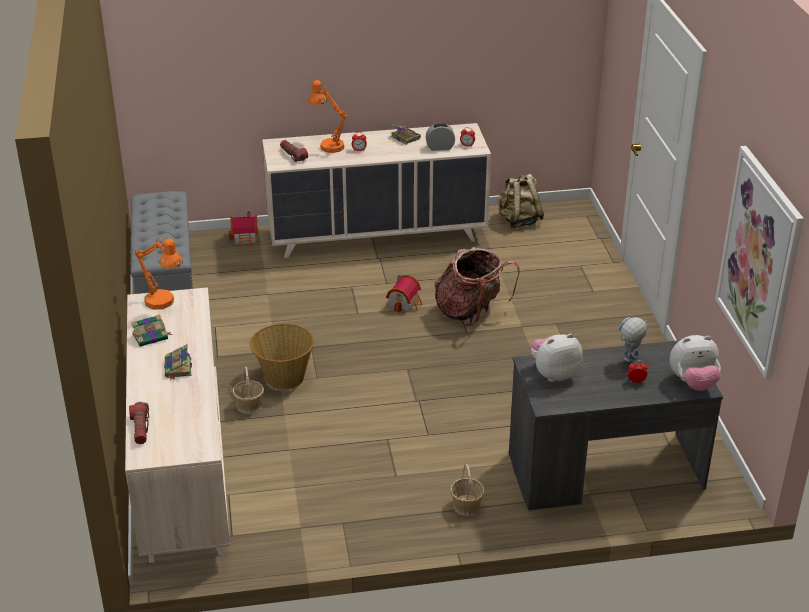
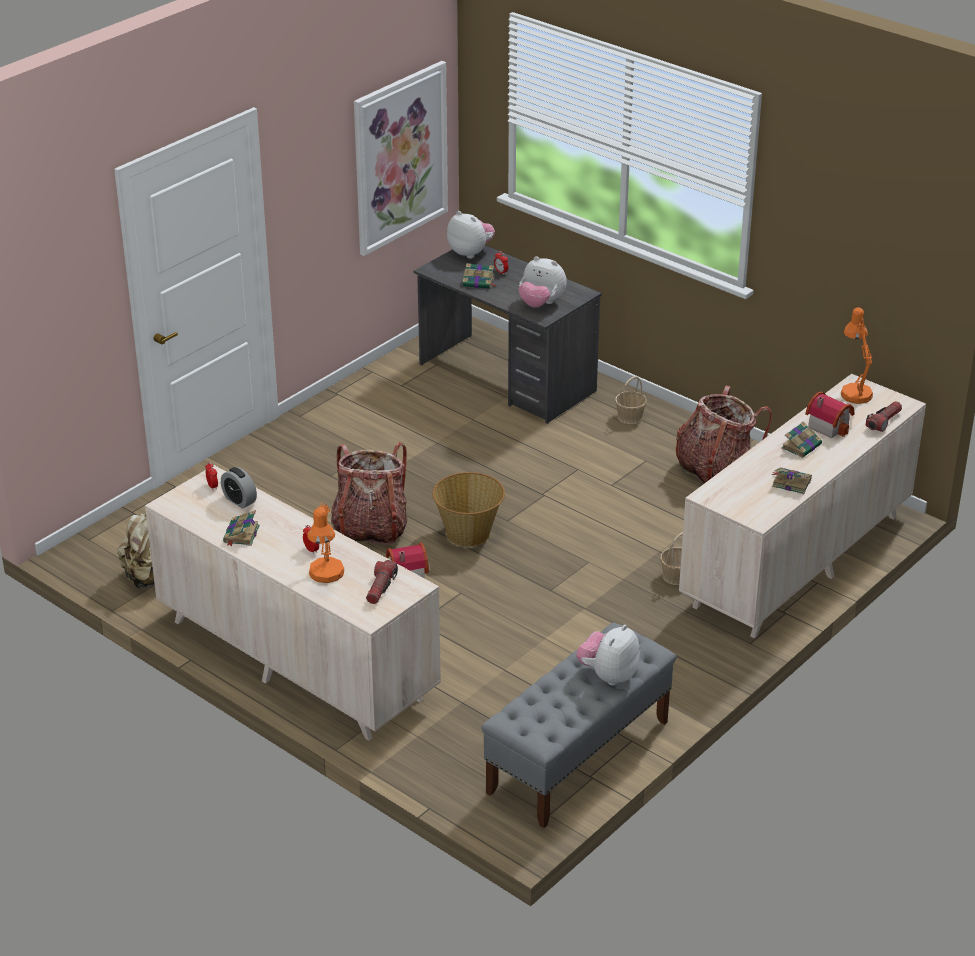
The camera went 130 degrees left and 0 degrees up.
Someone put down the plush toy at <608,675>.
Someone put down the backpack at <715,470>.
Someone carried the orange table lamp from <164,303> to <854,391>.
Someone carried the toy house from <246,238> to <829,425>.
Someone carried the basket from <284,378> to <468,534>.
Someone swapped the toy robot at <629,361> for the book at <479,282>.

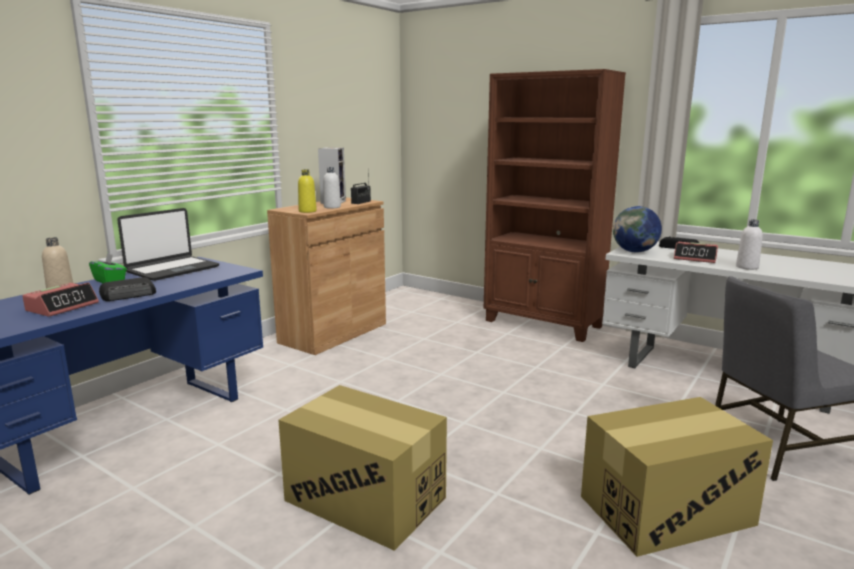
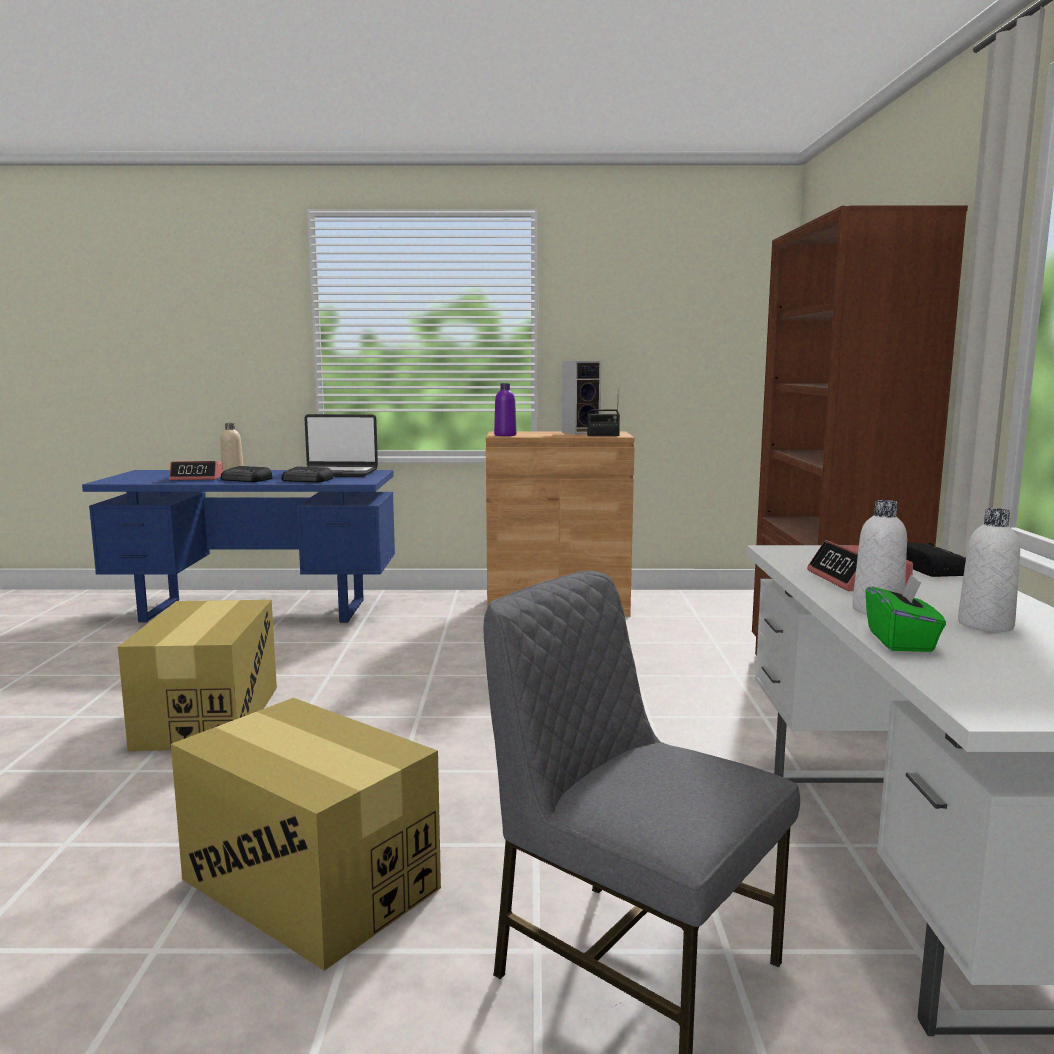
The camera went 55 degrees right and 5 degrees down.
Someone took away the globe at <634,251>.
Someone put down the radio at <308,480>.
Someone carried the green tissue box from <110,281> to <901,641>.
Someone carried the white bottle from <332,207> to <985,625>.
Someone repainted the yellow bottle at <307,211>, which became the purple bottle at <505,435>.

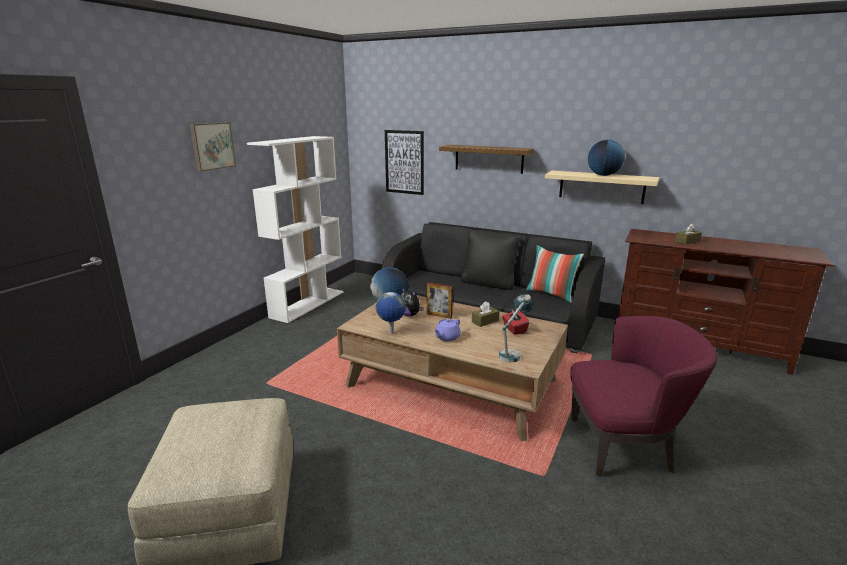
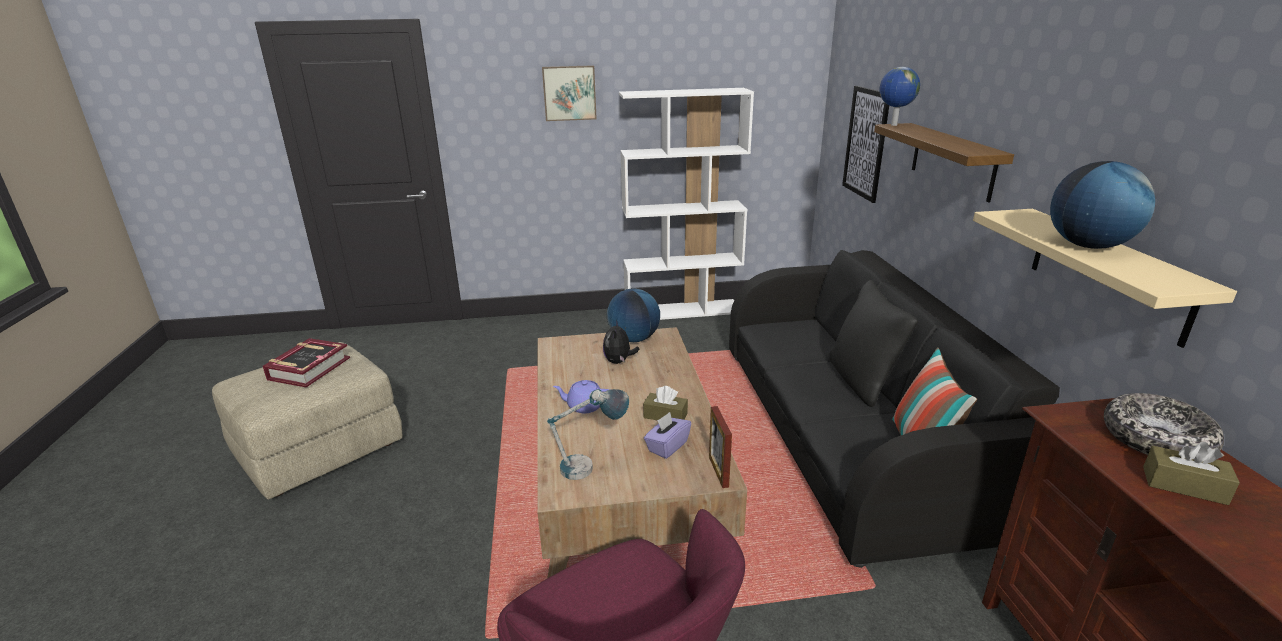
The camera went 55 degrees right and 5 degrees up.
Someone put down the book at <309,368>.
Someone put down the bowl at <1155,439>.
Someone carried the globe from <391,333> to <893,125>.
Someone carried the picture frame from <439,315> to <718,471>.
Someone repainted the red tissue box at <514,329>, which became the purple tissue box at <667,446>.

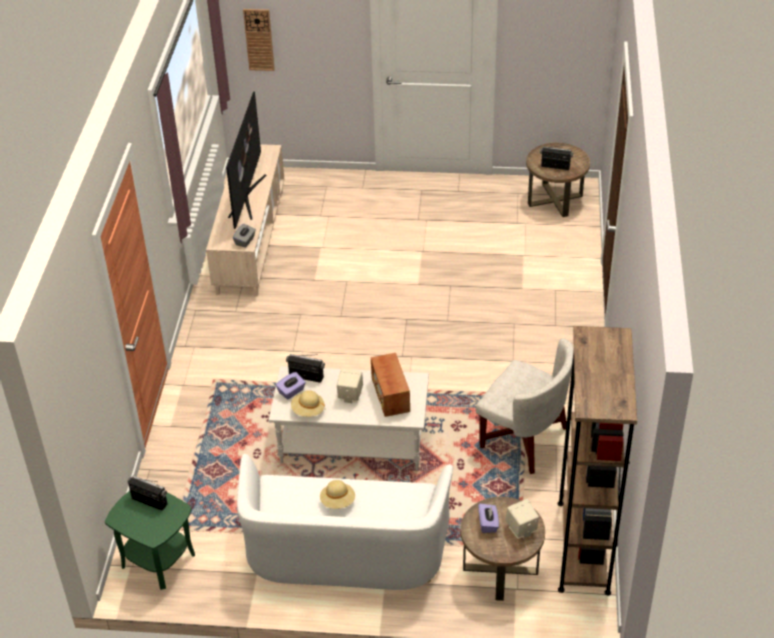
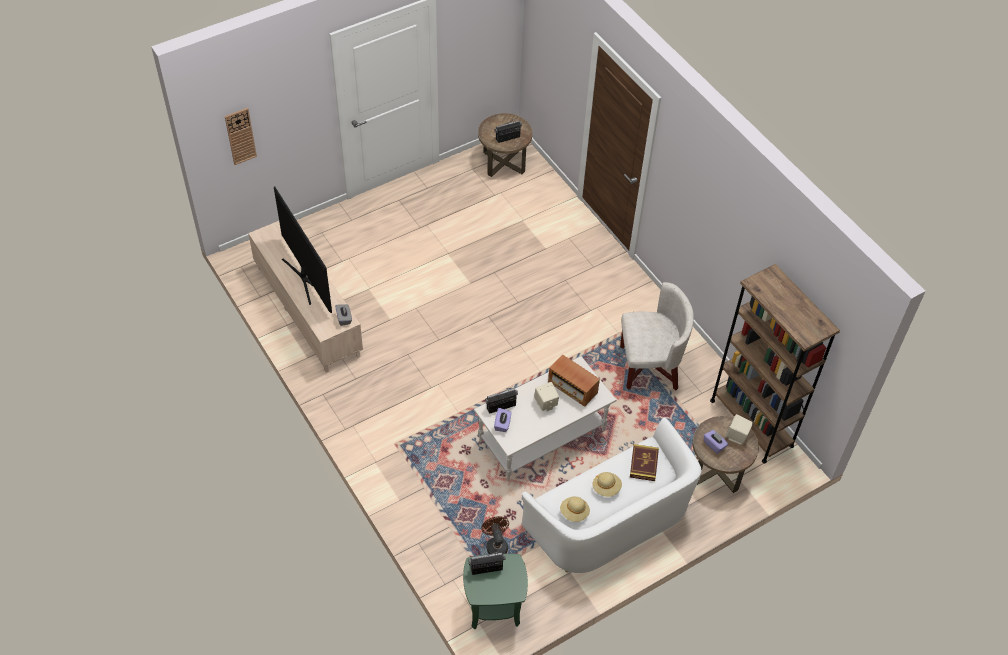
The camera went 40 degrees left and 10 degrees up.
Someone put down the brown fan at <496,545>.
Someone put down the book at <644,464>.
Someone carried the beige hat from <308,410> to <574,513>.

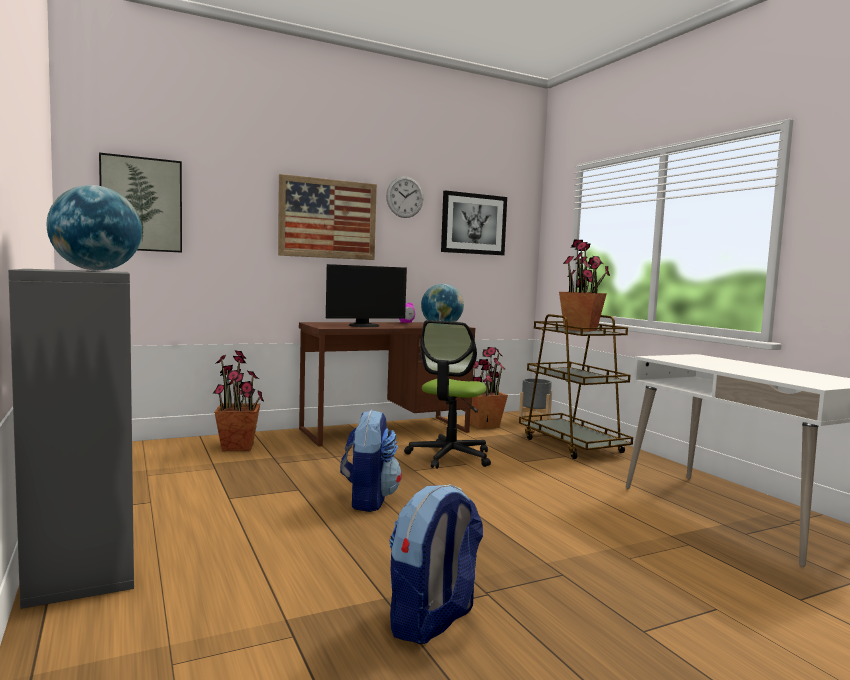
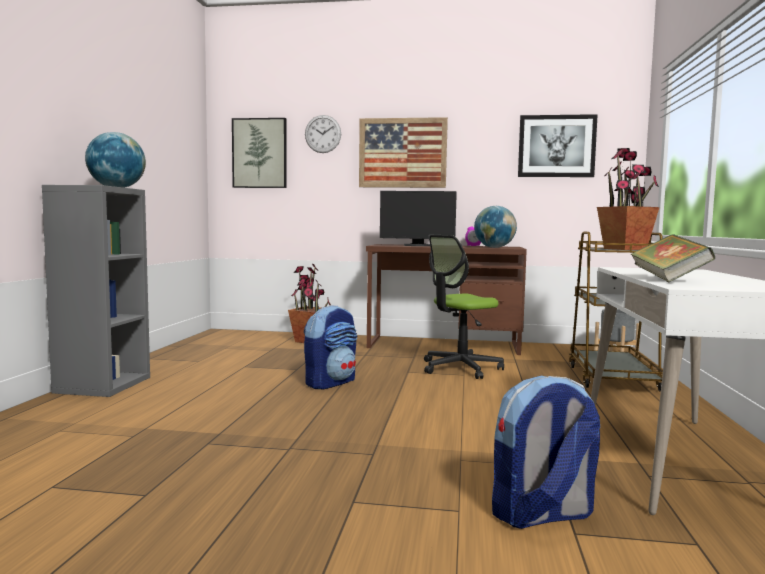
The camera went 35 degrees right and 0 degrees up.
Someone took away the potted plant at <483,425>.
Someone put down the book at <668,279>.
Someone carried the wall clock from <405,197> to <323,134>.
Someone carried the backpack from <433,621> to <542,515>.

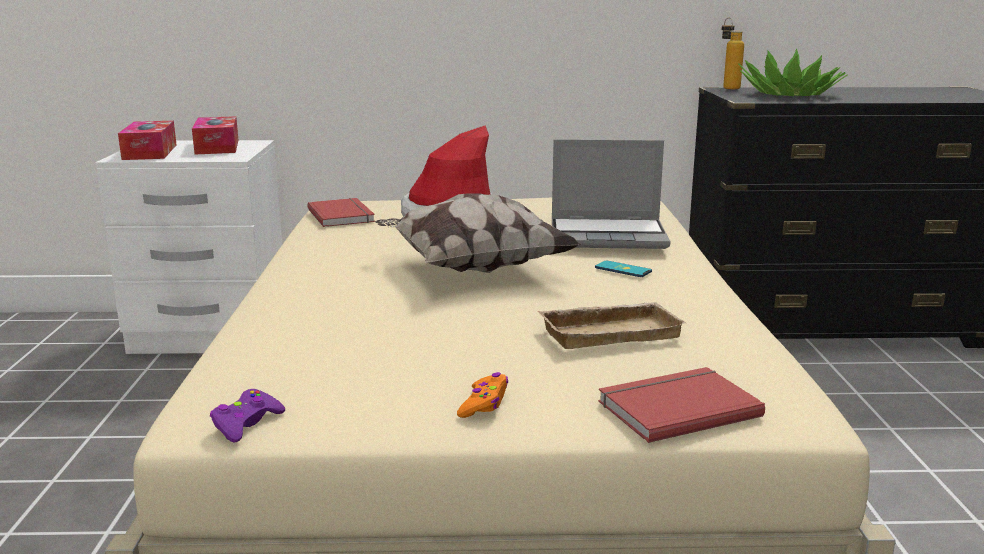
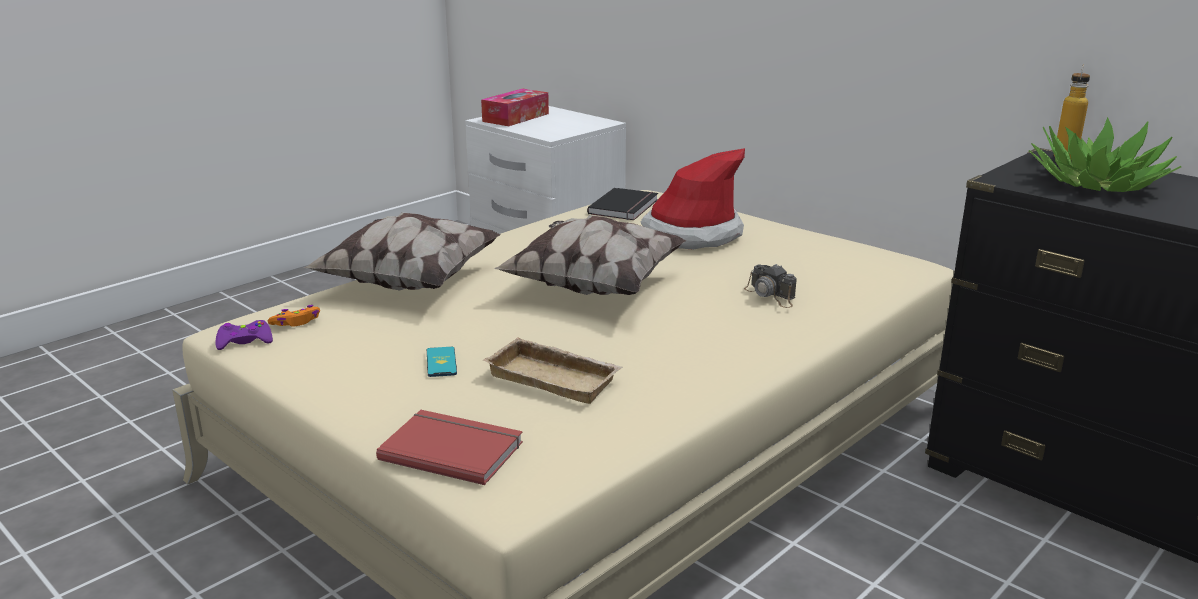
The camera went 45 degrees right and 5 degrees up.
Someone took away the tissue box at <217,147>.
Someone put down the pillow at <409,282>.
Someone carried the orange game controller from <484,404> to <296,322>.
Someone carried the phone from <623,269> to <441,362>.
Someone swapped the laptop at <609,236> for the photo camera at <771,295>.
Someone repainted the red book at <343,215>, which became the black book at <625,207>.

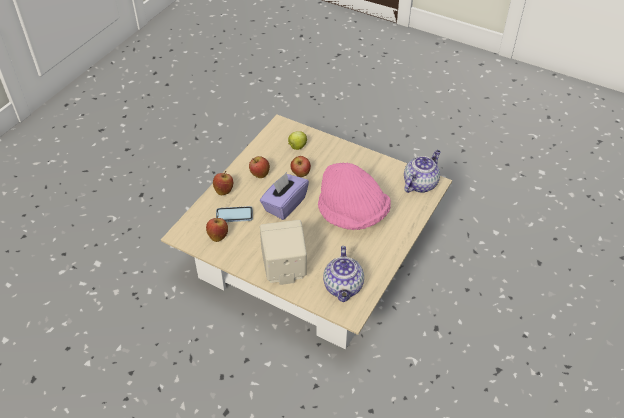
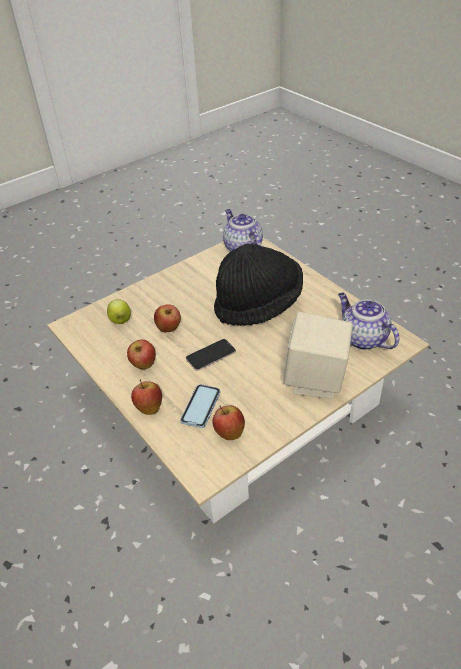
The camera went 65 degrees left and 5 degrees down.
Someone swapped the purple tissue box at <284,205> for the phone at <211,355>.
Someone repainted the pink hat at <352,214>, which became the black hat at <258,304>.
Someone rotated the teapot at <343,287> by 150 degrees counterclockwise.

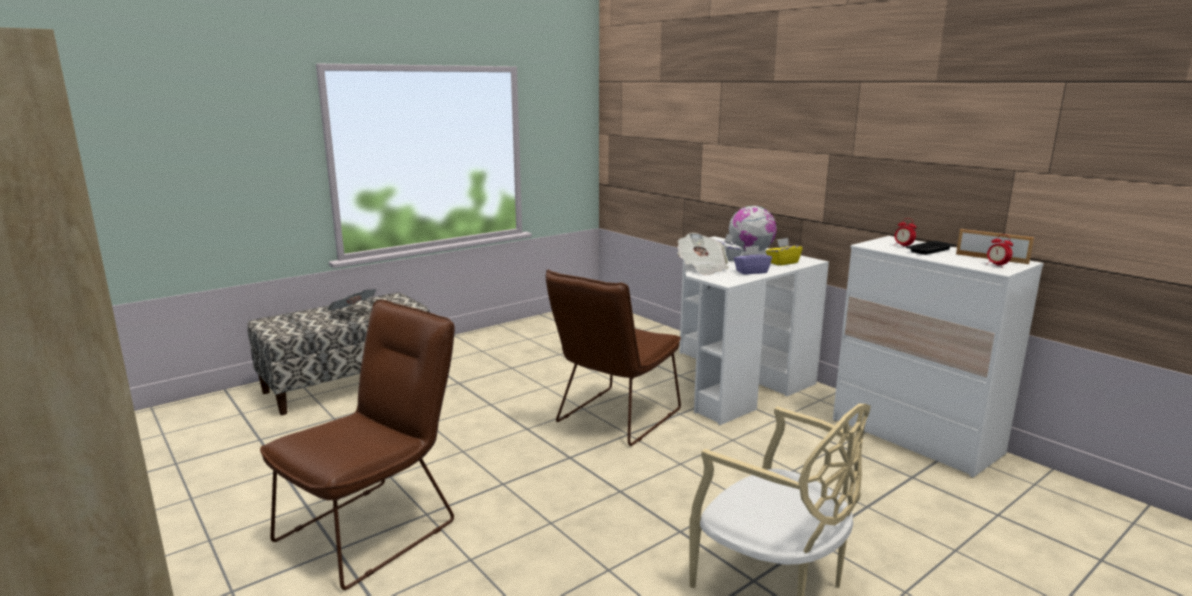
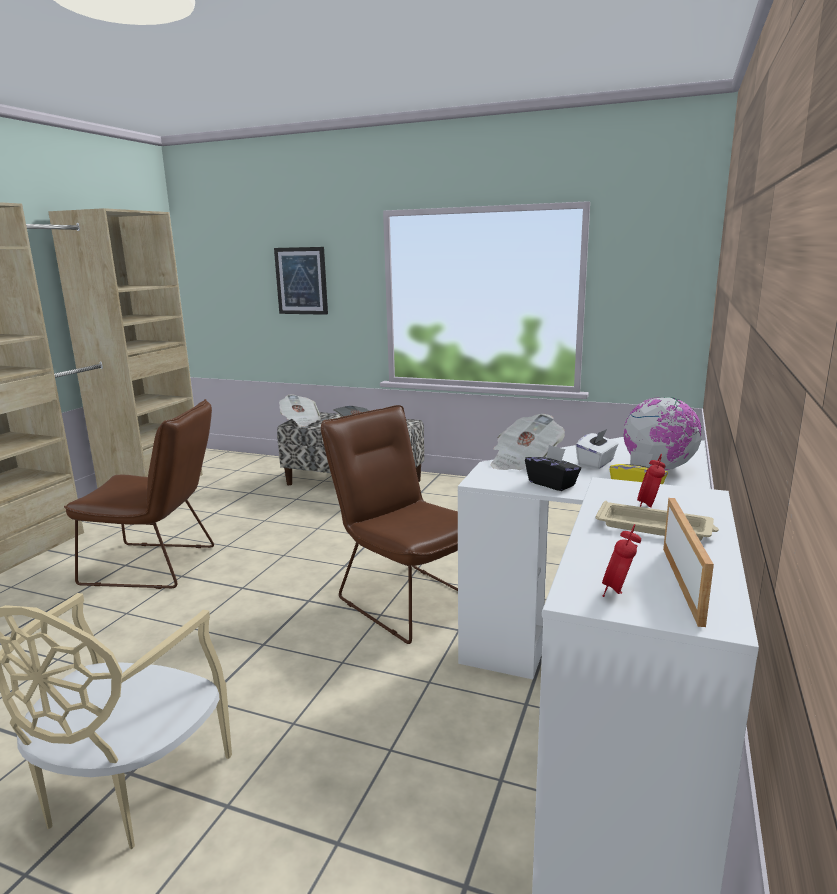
The camera went 60 degrees right and 0 degrees up.
Someone put up the picture at <301,281>.
Someone put down the newspaper at <300,421>.
Someone repainted the purple tissue box at <751,272>, which became the black tissue box at <552,484>.
Someone repainted the black tray at <930,250>, which became the beige tray at <655,528>.
Someone rotated the brown chair at <614,419> by 45 degrees clockwise.

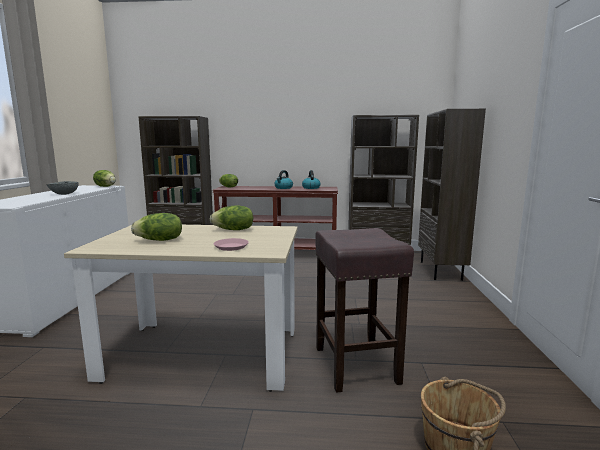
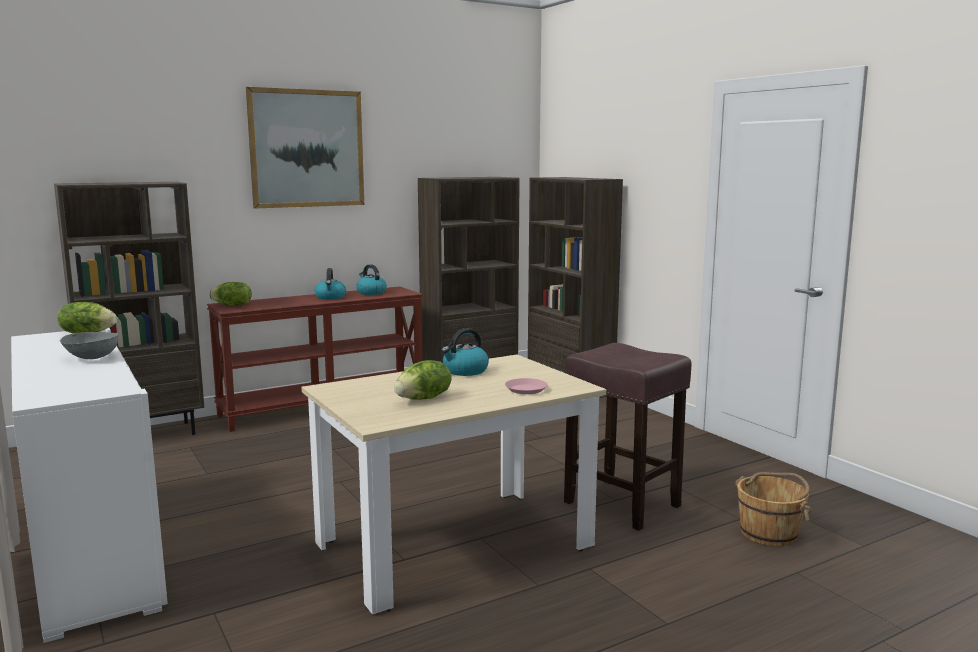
The camera went 35 degrees left and 0 degrees up.
Someone put up the picture at <307,148>.
Someone swapped the lettuce at <233,230> for the kettle at <465,371>.

